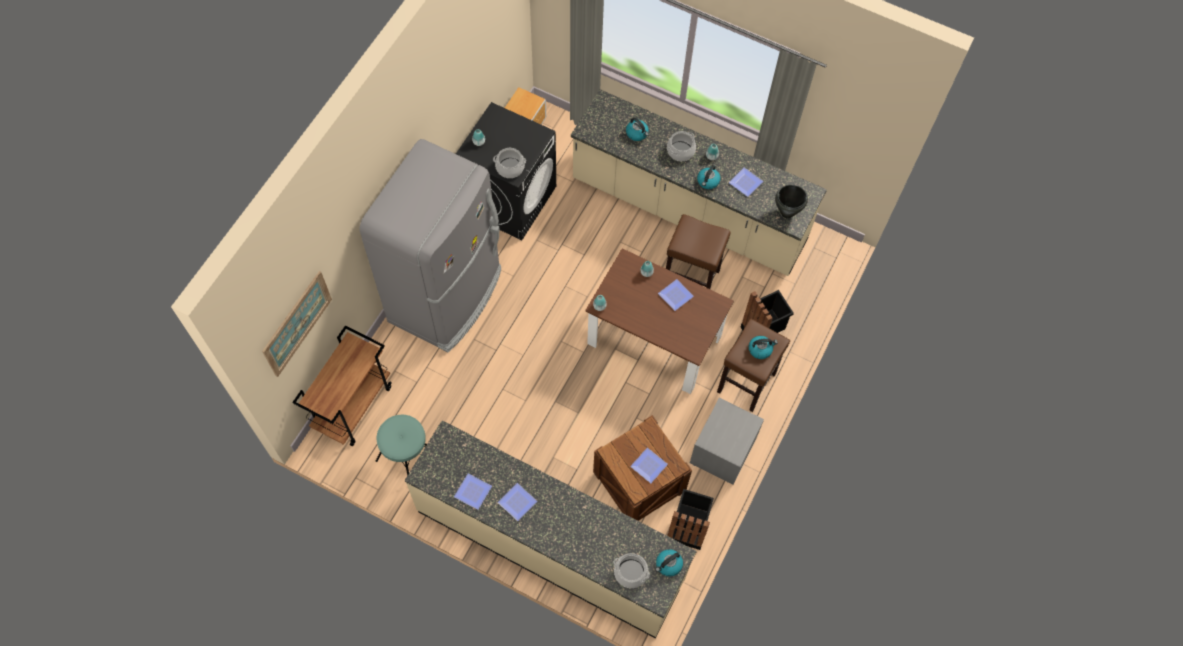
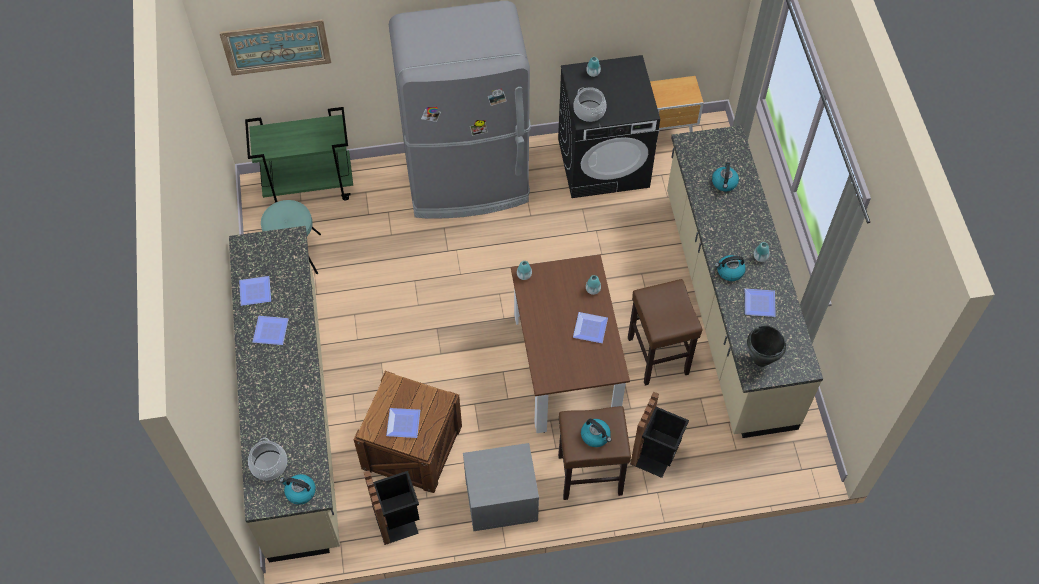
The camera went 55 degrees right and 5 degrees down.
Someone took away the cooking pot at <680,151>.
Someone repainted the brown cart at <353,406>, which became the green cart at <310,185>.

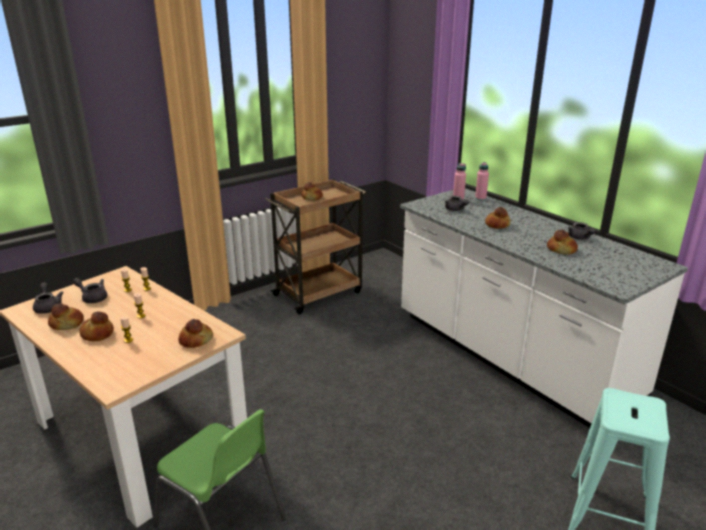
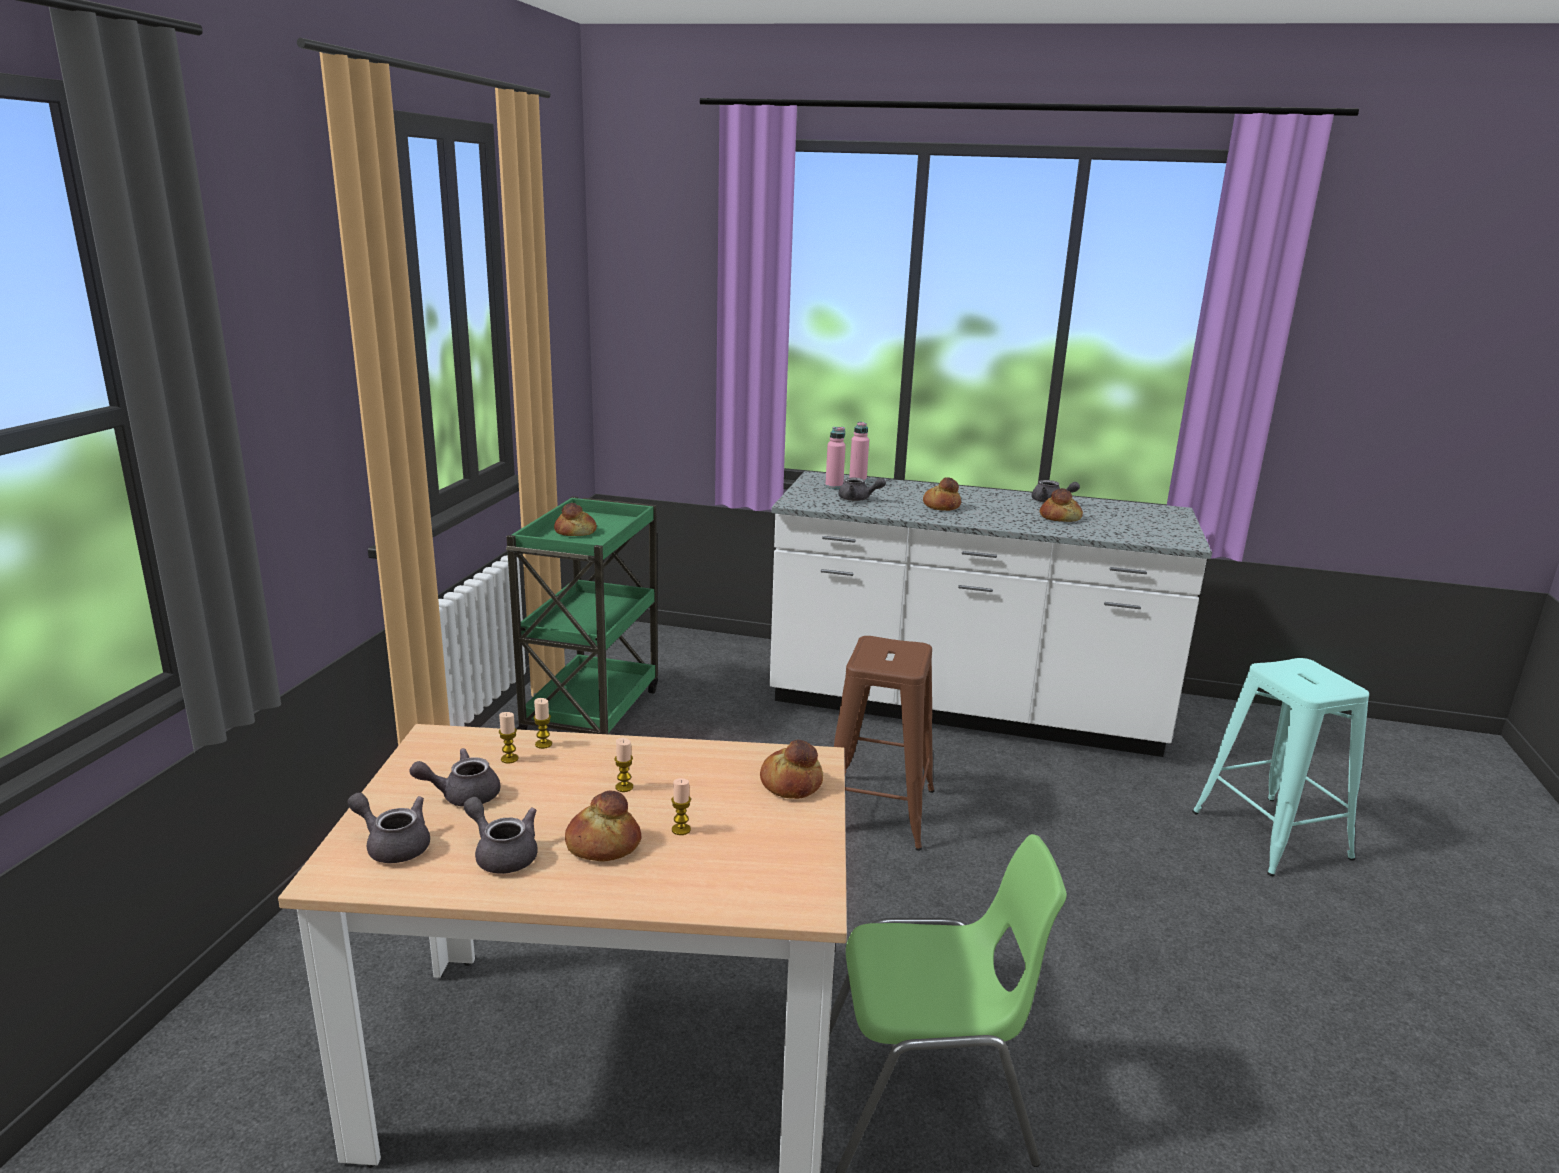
The camera went 40 degrees left and 5 degrees down.
Someone put down the brown stool at <878,811>.
Someone swapped the bread at <67,323> for the grey teapot at <502,854>.
Someone repainted the brown cart at <319,293>, which became the green cart at <592,712>.

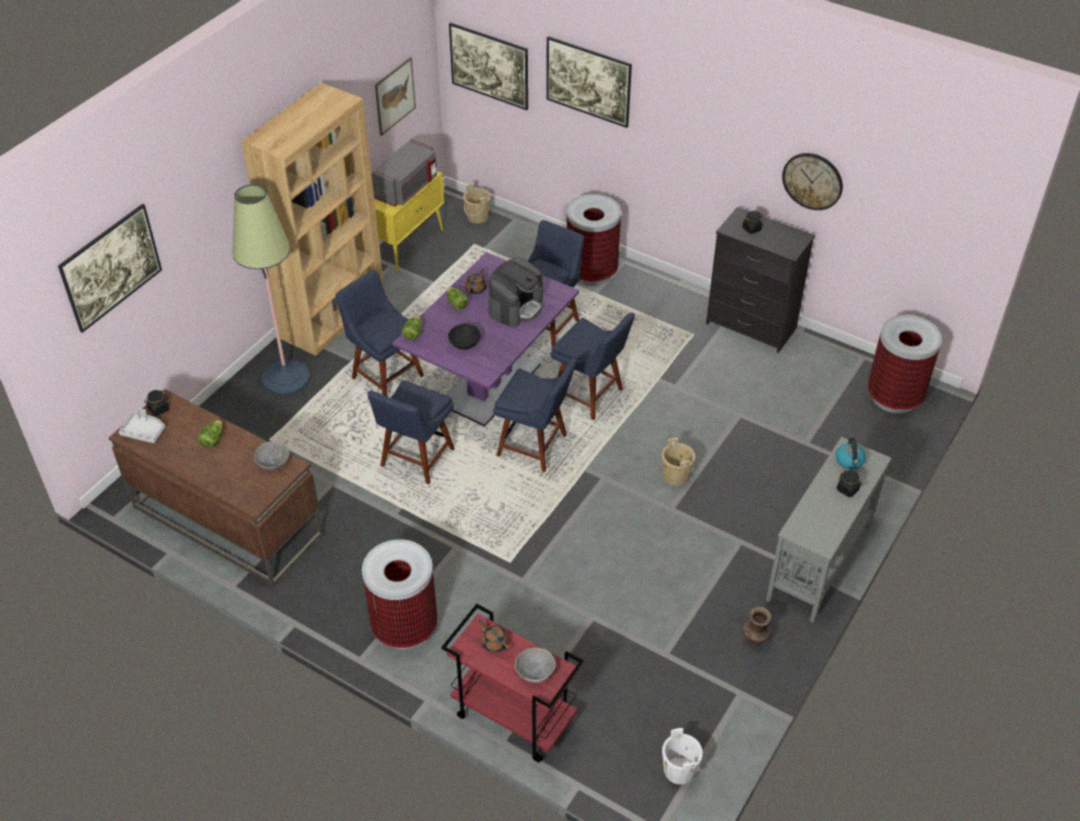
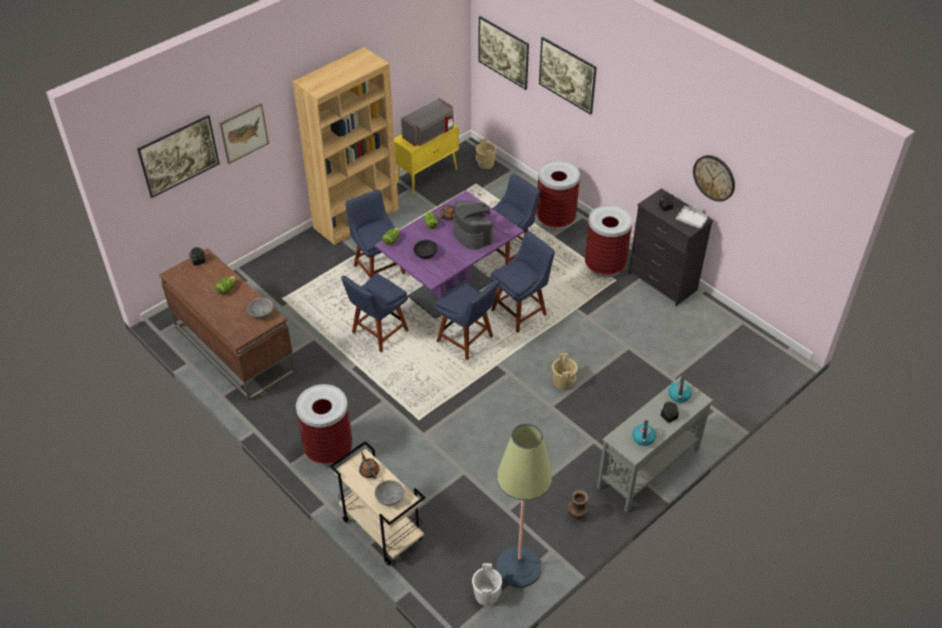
The camera went 15 degrees right and 0 degrees up.
Someone put down the kettle at <643,438>.
Someone carried the grey tray from <144,431> to <691,220>.
Someone carried the floor lamp from <286,378> to <518,567>.
Someone carried the picture from <395,96> to <244,133>.
Someone carried the trash can from <894,397> to <605,266>.
Someone repainted the red cart at <512,717>, which became the beige cart at <381,529>.
Someone rotated the coffee machine at <516,306> by 75 degrees counterclockwise.
Someone rotated the blue chair at <590,396> by 90 degrees counterclockwise.

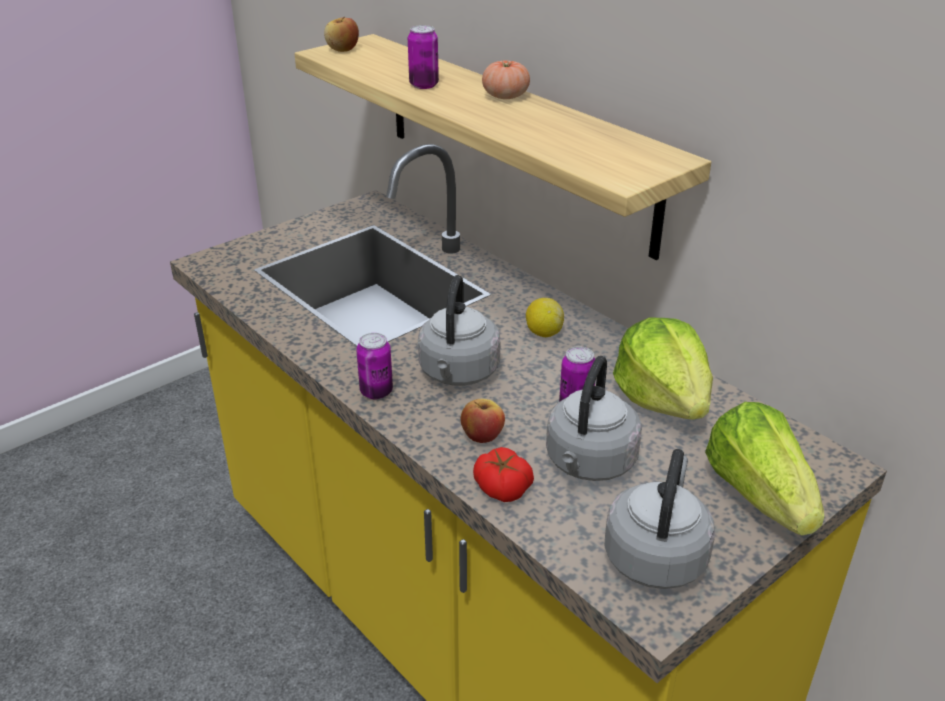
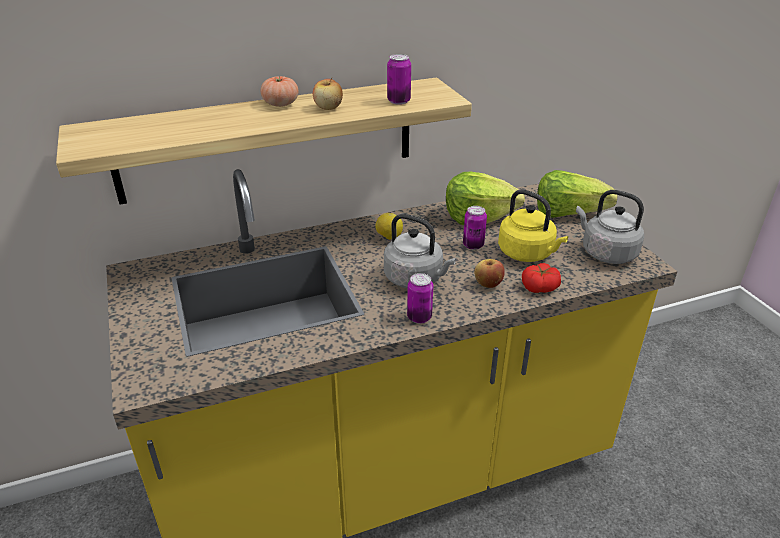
The camera went 70 degrees left and 0 degrees up.
Someone carried the apple from <342,50> to <328,108>.
Someone carried the can from <424,85> to <399,101>.
Someone repainted the grey kettle at <589,464>, which became the yellow kettle at <528,254>.

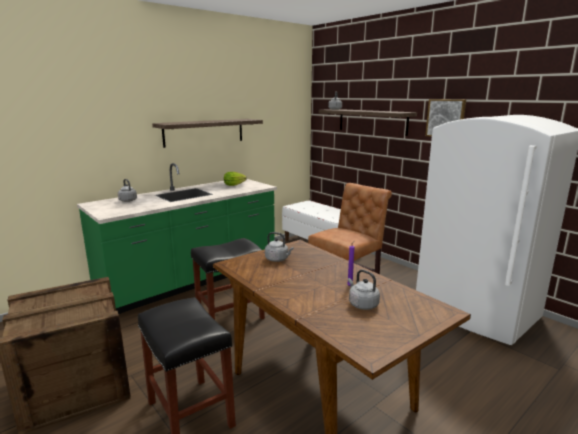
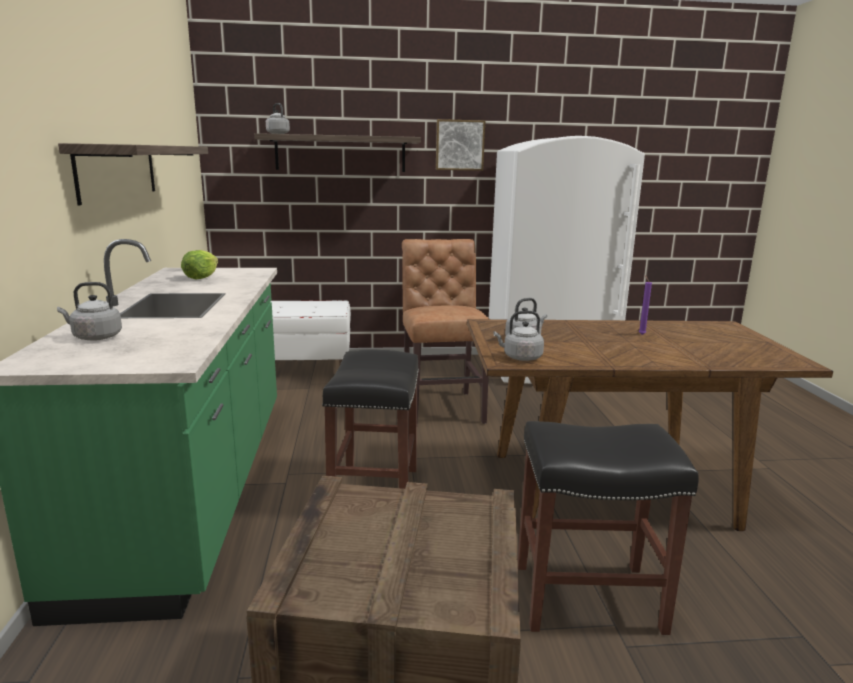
The camera went 55 degrees left and 0 degrees up.
Someone carried the grey kettle from <362,304> to <520,357>.

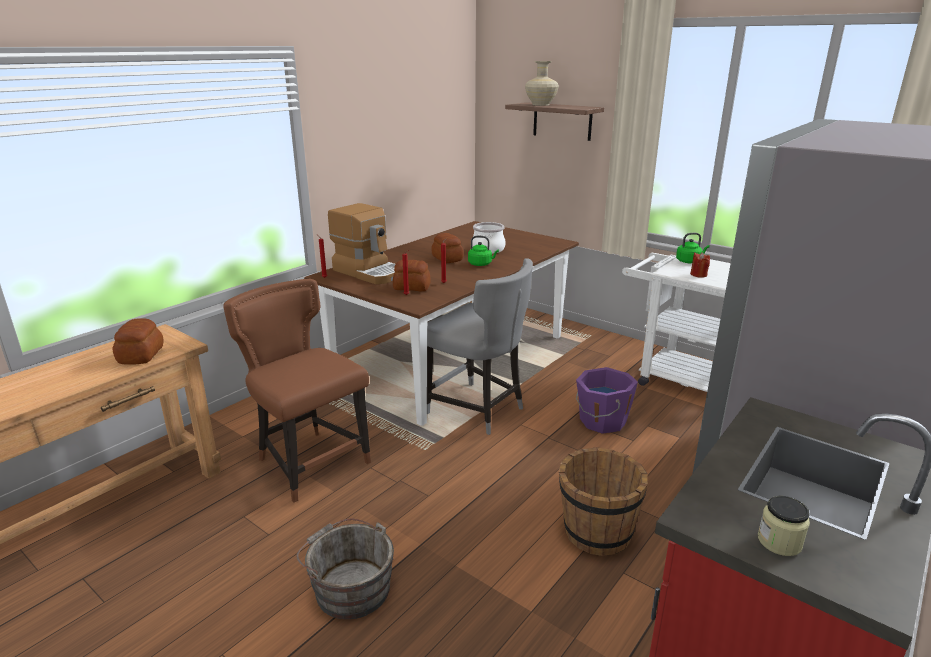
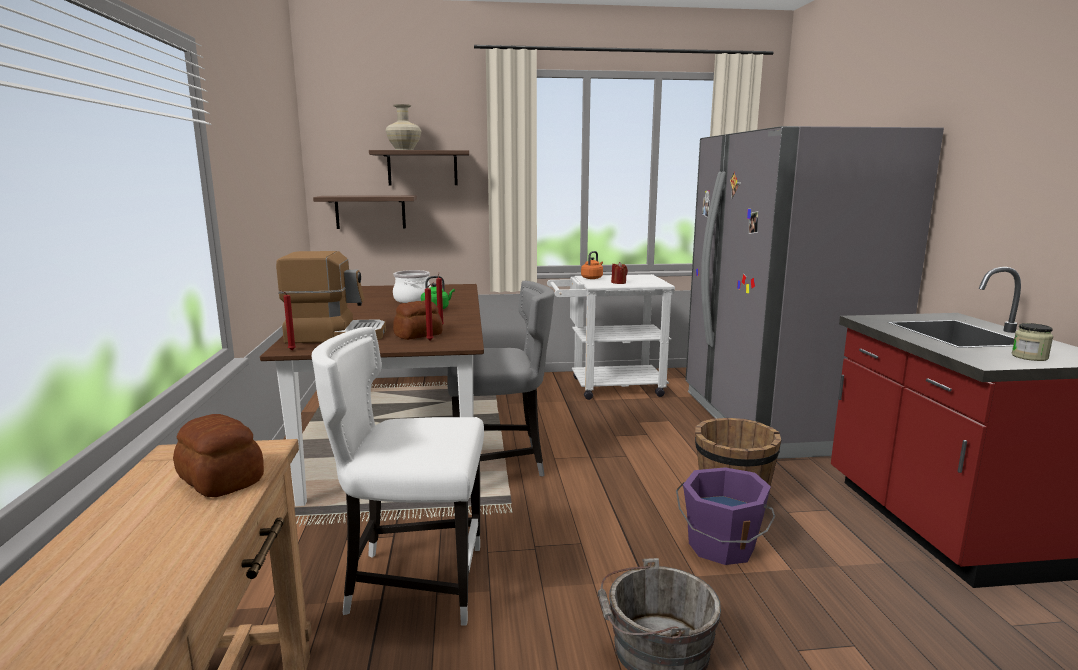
The camera went 45 degrees left and 10 degrees down.
Someone took away the bread at <447,259>.
Someone put up the shelf at <370,212>.
Someone carried the purple bucket from <601,421> to <721,547>.
Someone repainted the brown chair at <310,462>, which became the white chair at <413,582>.
Someone repainted the green kettle at <689,261>, which became the orange kettle at <592,278>.

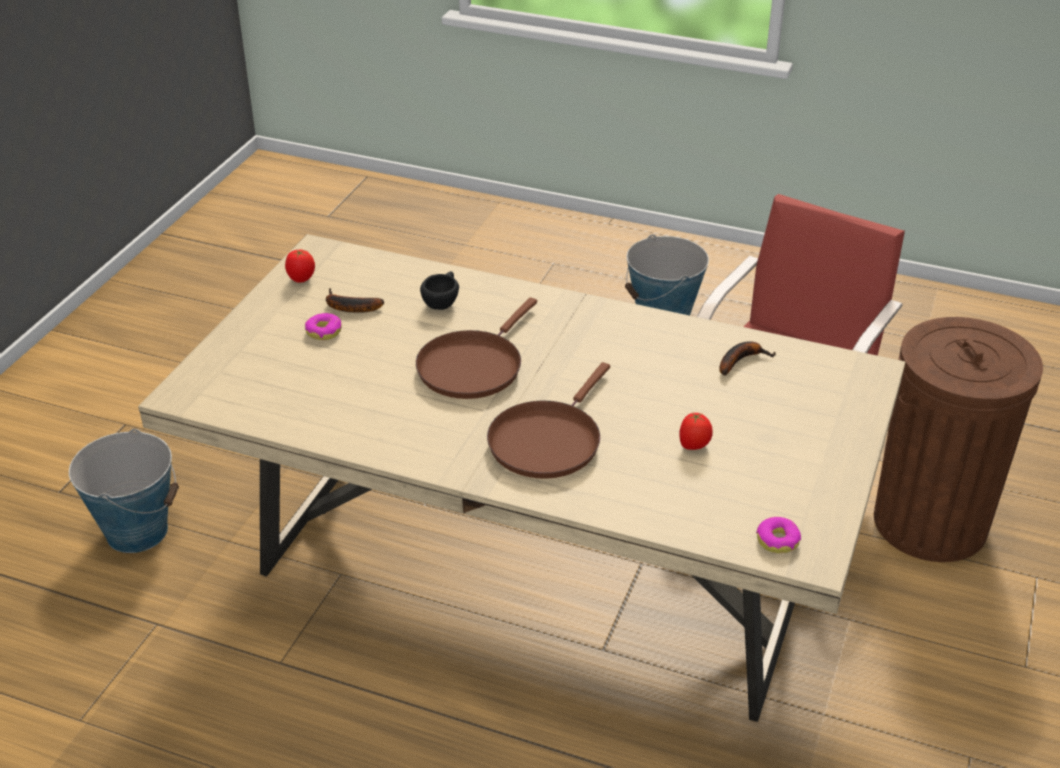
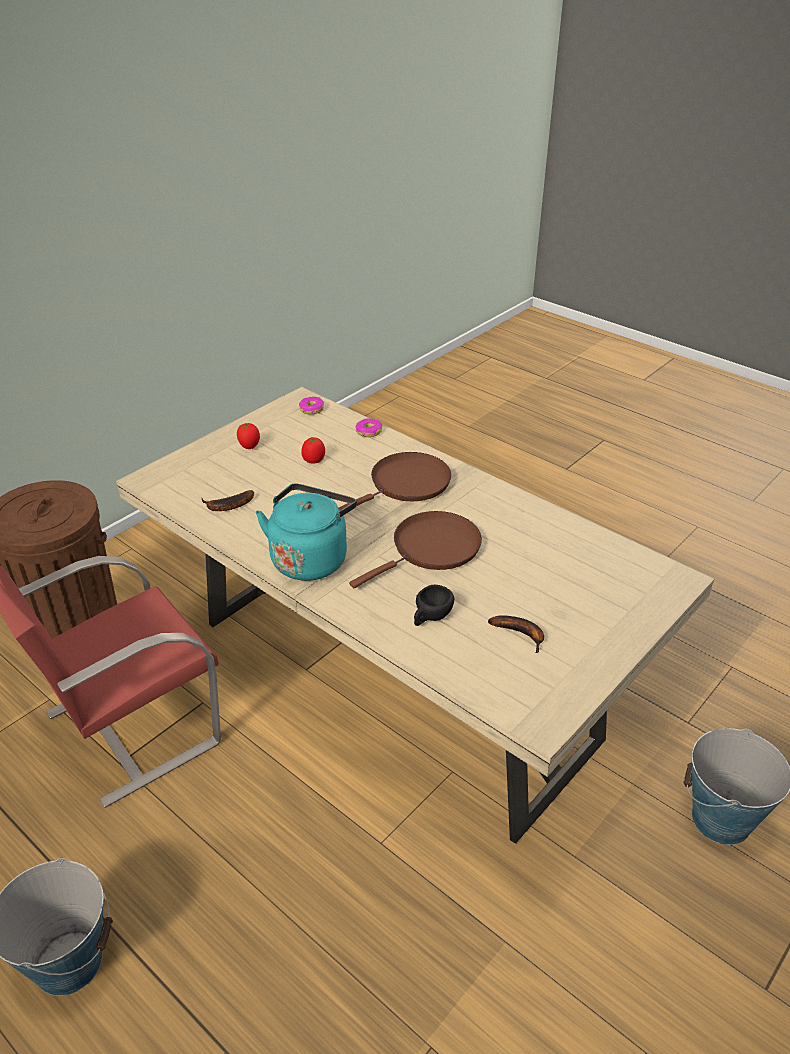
The camera went 160 degrees left and 0 degrees up.
Someone put down the turquoise kettle at <310,558>.
Someone carried the tomato from <301,279> to <249,447>.
Someone carried the donut from <324,331> to <368,431>.

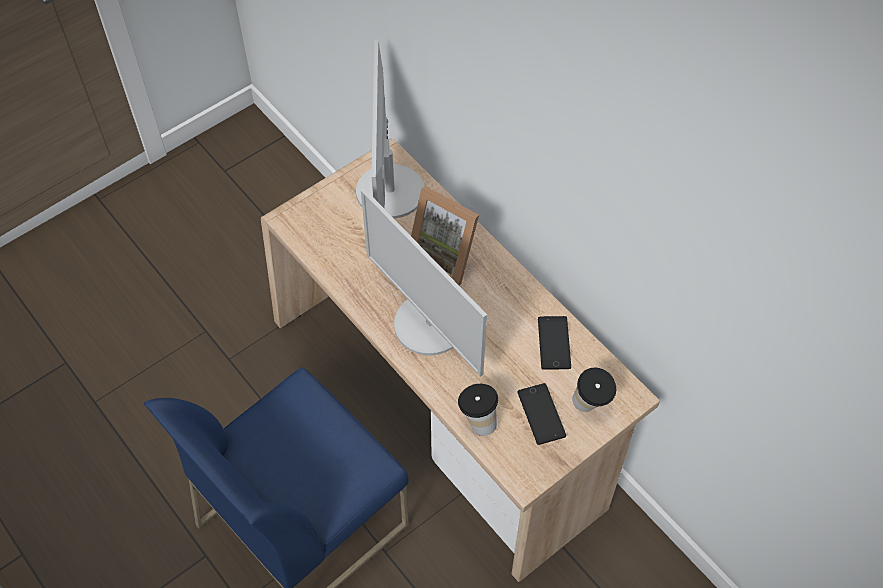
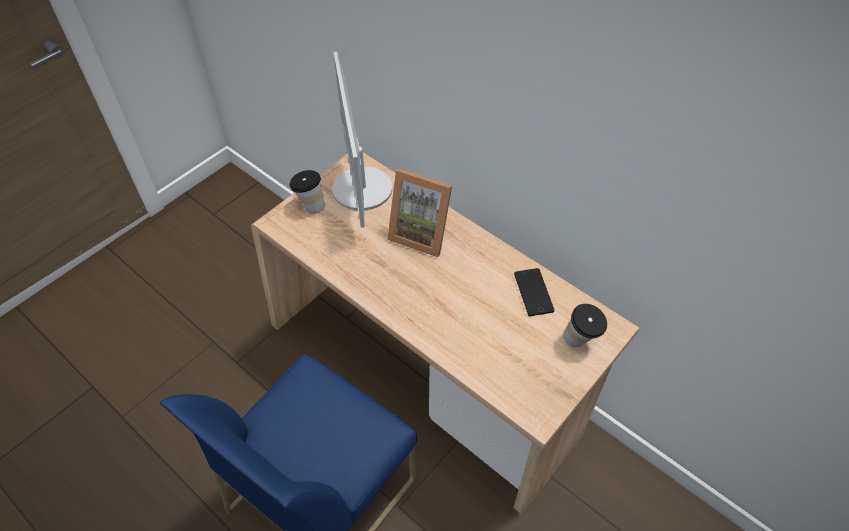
The camera went 10 degrees left and 5 degrees down.
Someone took away the monitor at <430,325>.
Someone took away the phone at <541,414>.
Someone carried the cup from <477,421> to <310,206>.

